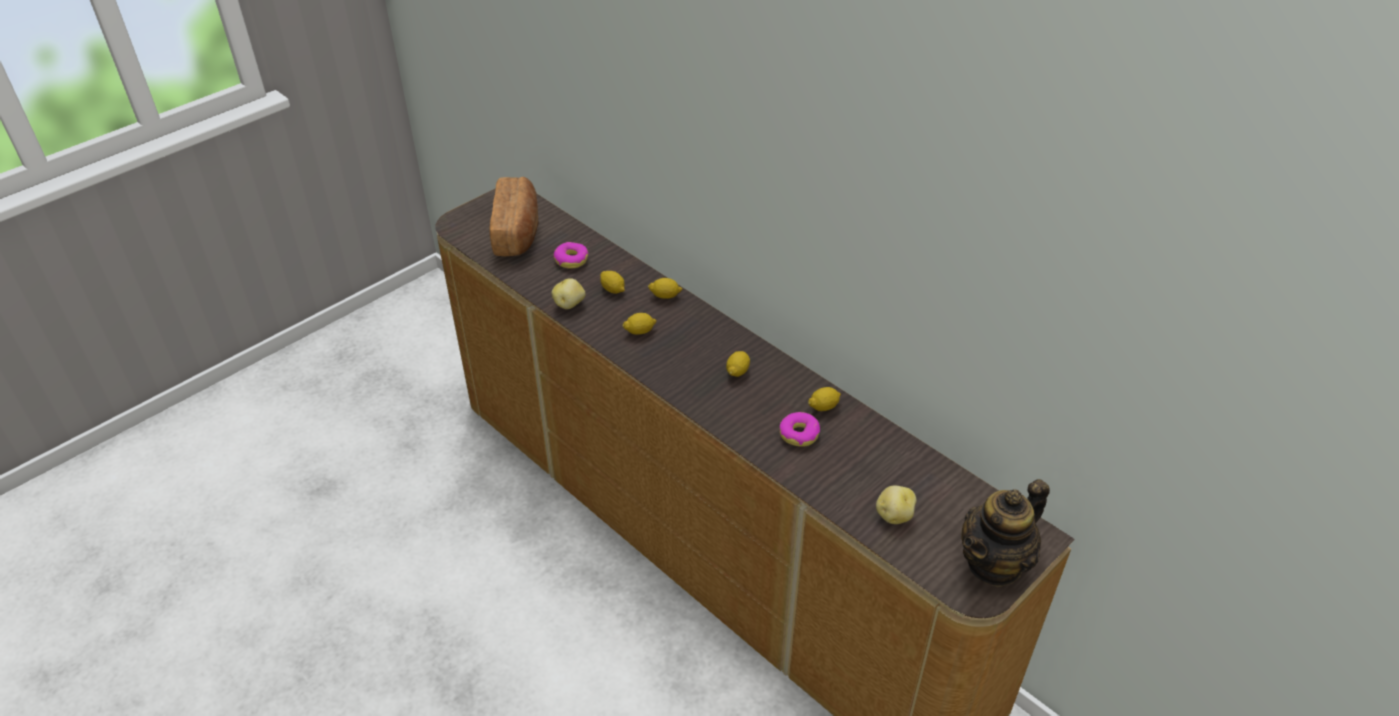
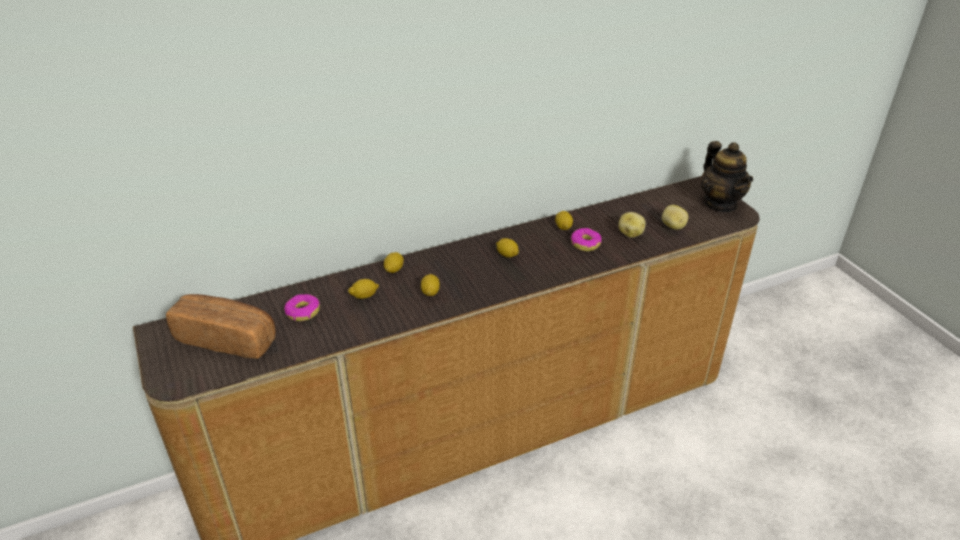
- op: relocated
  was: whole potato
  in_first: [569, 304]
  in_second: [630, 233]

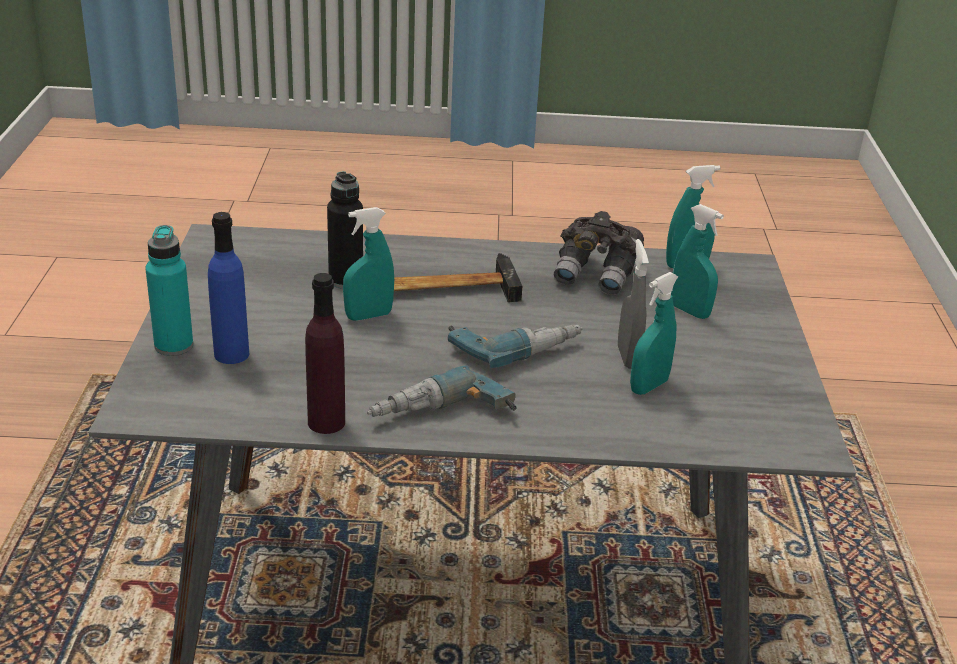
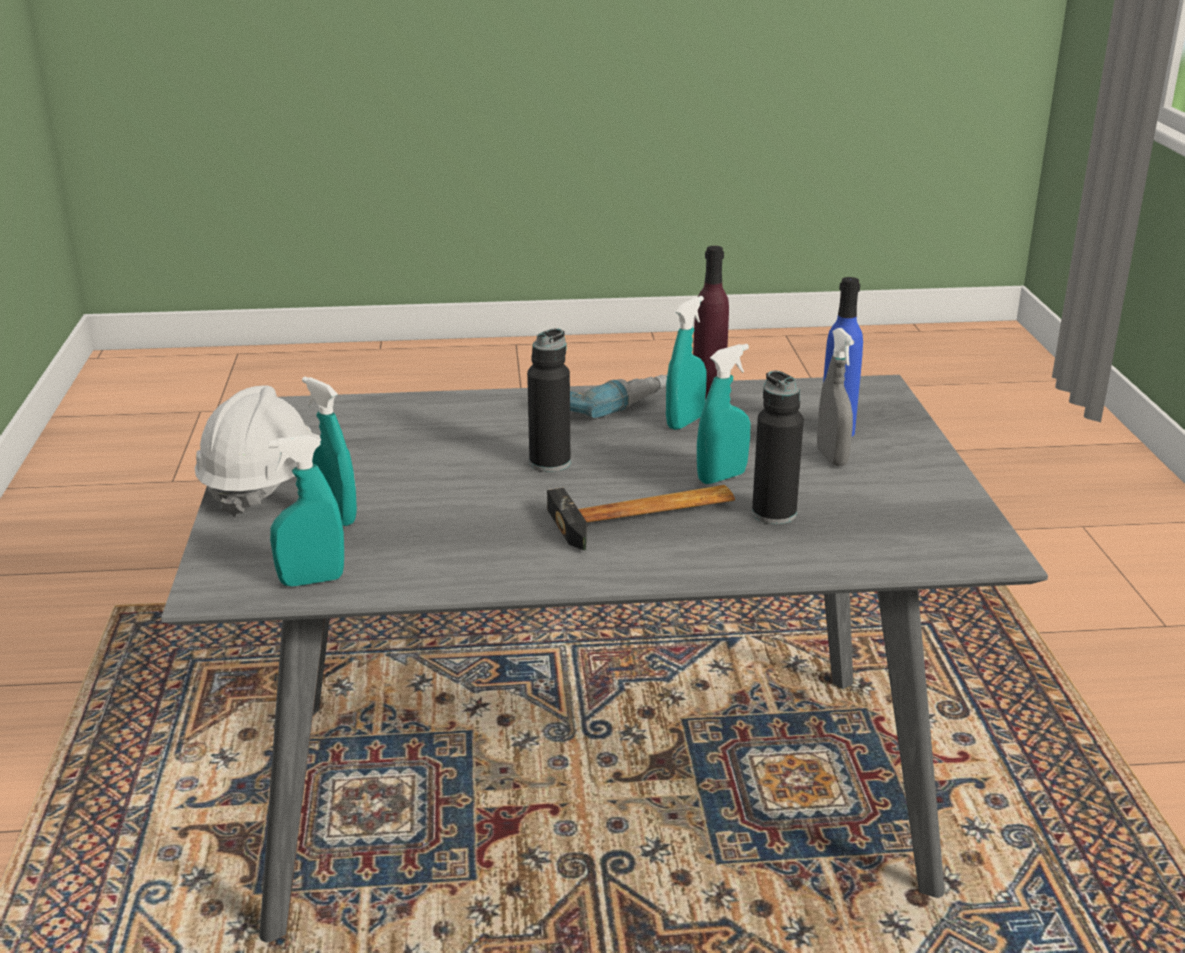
- op: missing
  was: bottle/turquoise
  in_first: [174, 346]
- op: exchanged
  was: power drill
  now: bottle/blackish
  in_first: [514, 345]
  in_second: [550, 463]
- op: missing
  was: field glasses/greyish
  in_first: [597, 274]
- op: relocated
  was: spray bottle/greyish
  in_first: [628, 357]
  in_second: [832, 457]
- op: relocated
  was: spray bottle/turquoise
  in_first: [649, 386]
  in_second: [685, 422]
- op: appeared
  now: safety helmet/whitish
  in_second: [262, 485]

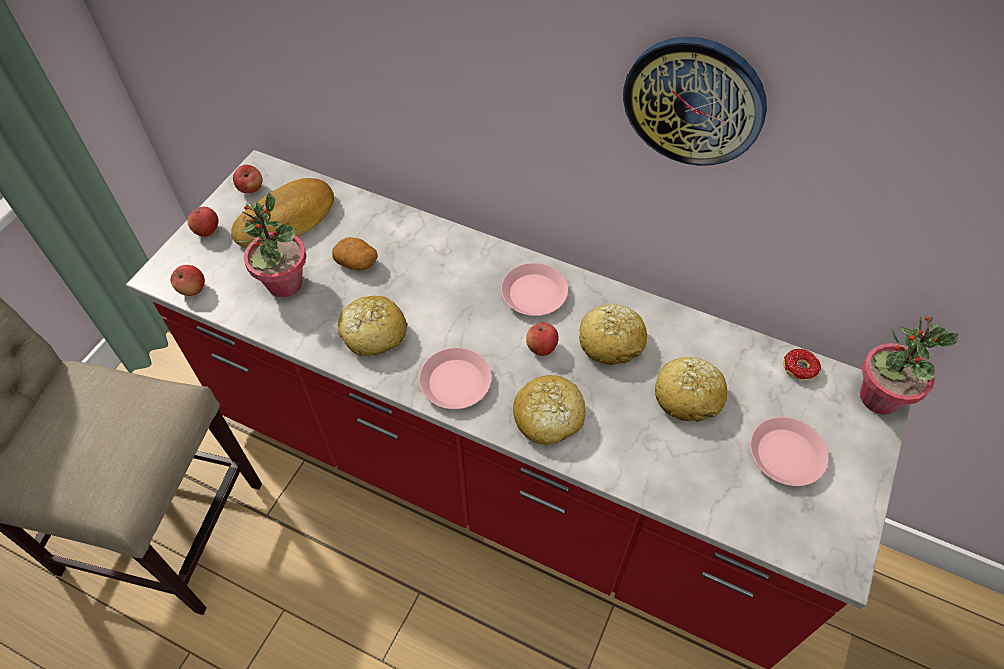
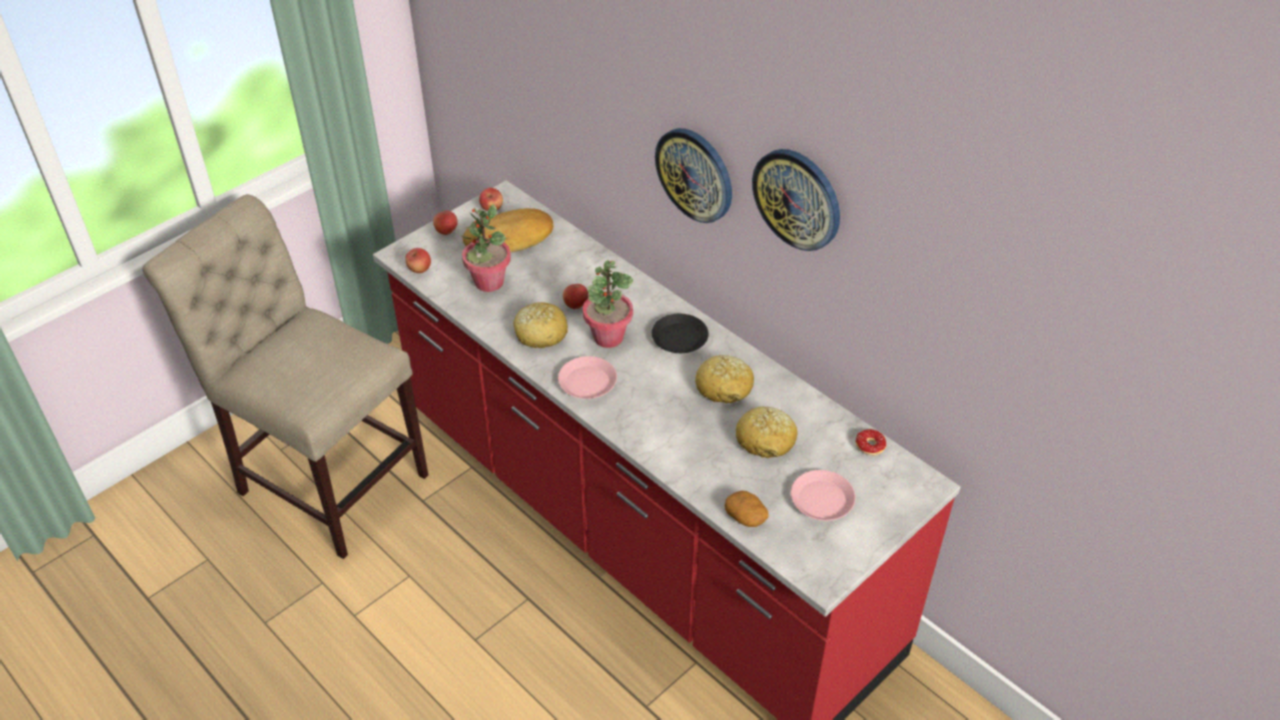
- op: relocated
  was: whole potato
  in_first: [357, 262]
  in_second: [746, 517]
- op: colour
  was: dinner plate/pinkish
  now: dinner plate/blackish
  in_first: [534, 294]
  in_second: [680, 338]
- op: missing
  was: bakery bread
  in_first: [548, 417]
- op: relocated
  was: apple
  in_first: [541, 347]
  in_second: [576, 305]
- op: relocated
  was: potted plant
  in_first: [878, 397]
  in_second: [608, 337]
- op: appeared
  now: wall clock
  in_second: [695, 174]

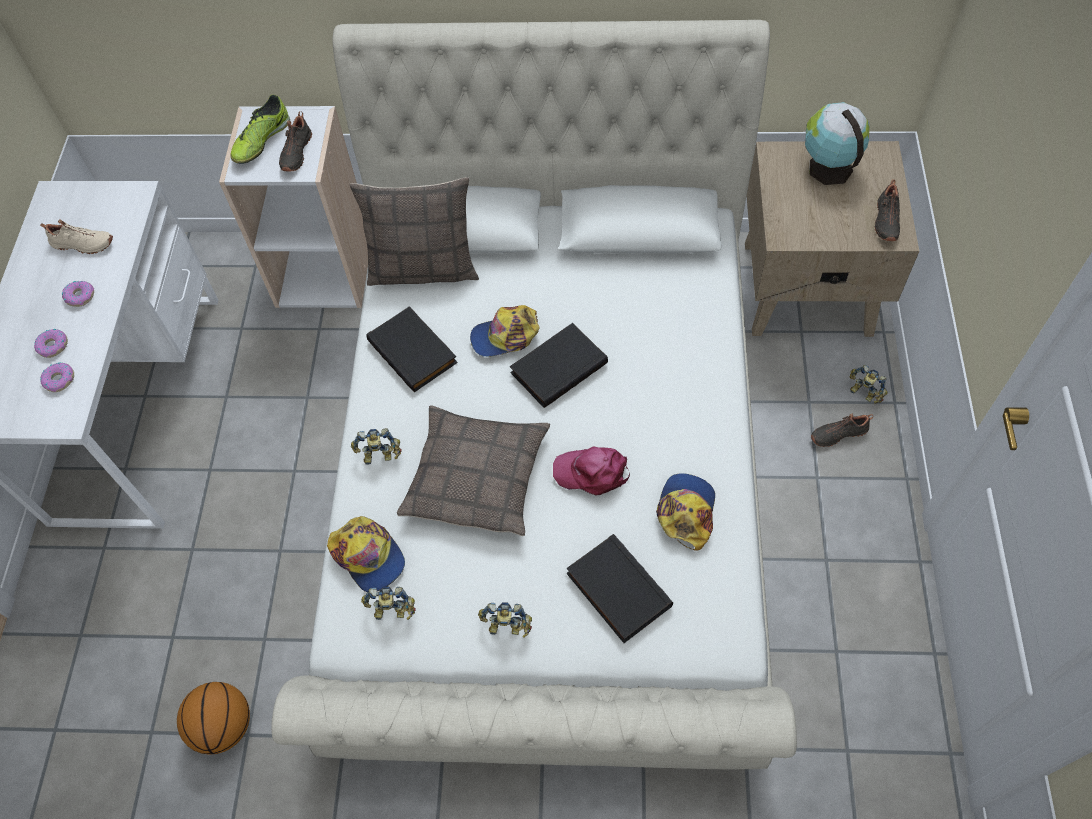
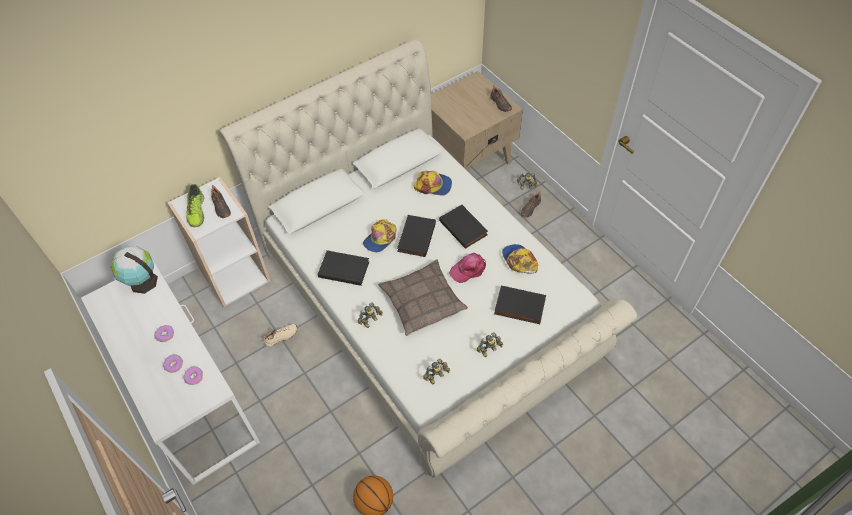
- op: relocated
  was: item of footwear/beige
  in_first: [82, 245]
  in_second: [282, 337]
- op: relocated
  was: baseball cap
  in_first: [368, 556]
  in_second: [433, 185]
- op: missing
  was: throw pillow
  in_first: [424, 268]
- op: relocated
  was: desk globe
  in_first: [828, 167]
  in_second: [142, 281]
- op: appeared
  now: bound book/blackish
  in_second: [464, 228]

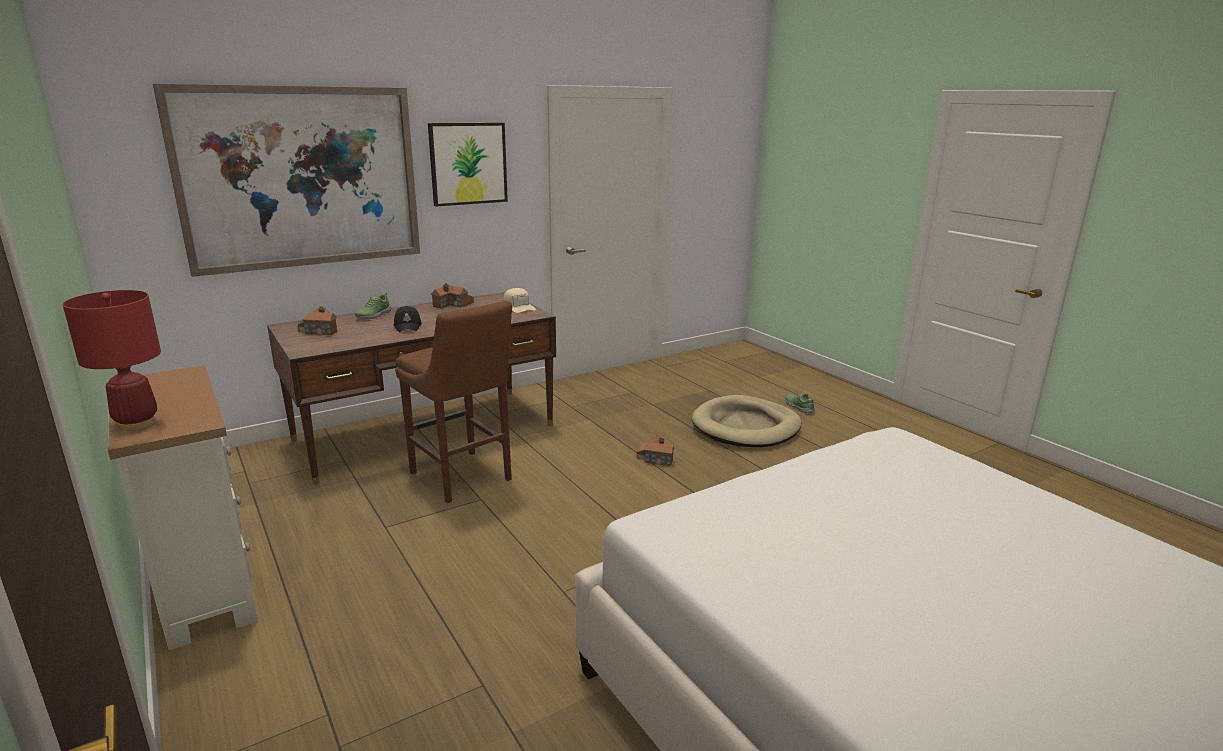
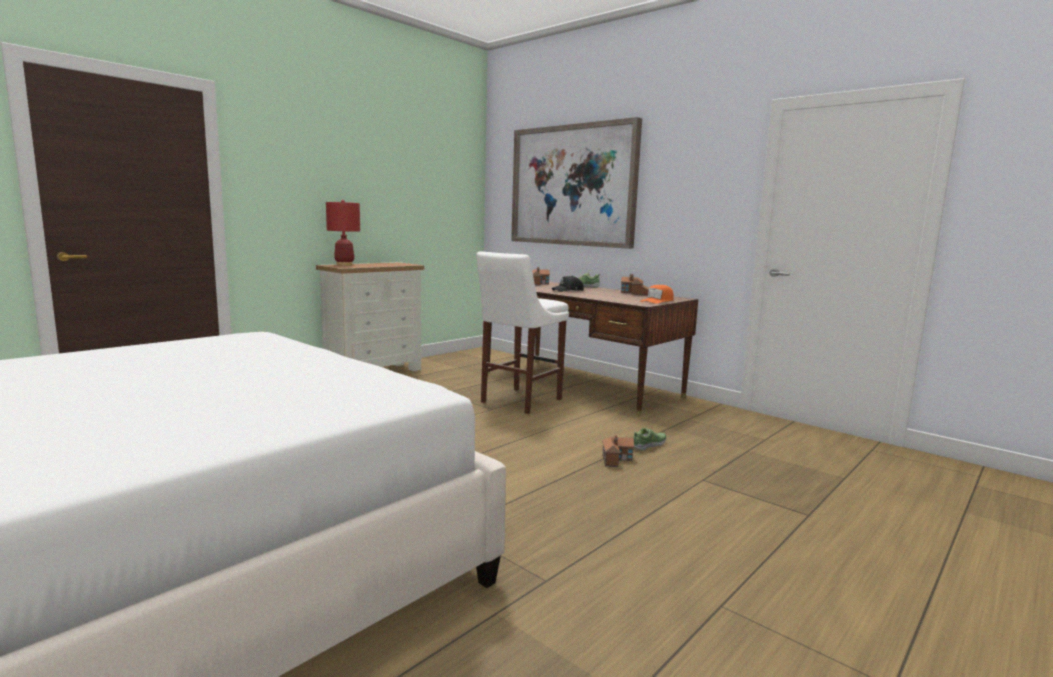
- op: colour
  was: stool/brown
  now: stool/whitish
  in_first: [462, 478]
  in_second: [518, 401]
- op: missing
  was: wall art
  in_first: [468, 163]
- op: colour
  was: baseball cap/beige
  now: baseball cap/orangey
  in_first: [519, 307]
  in_second: [657, 301]
- op: missing
  was: pet bed/beige
  in_first: [746, 427]
- op: relocated
  was: item of footwear
  in_first: [799, 407]
  in_second: [648, 445]

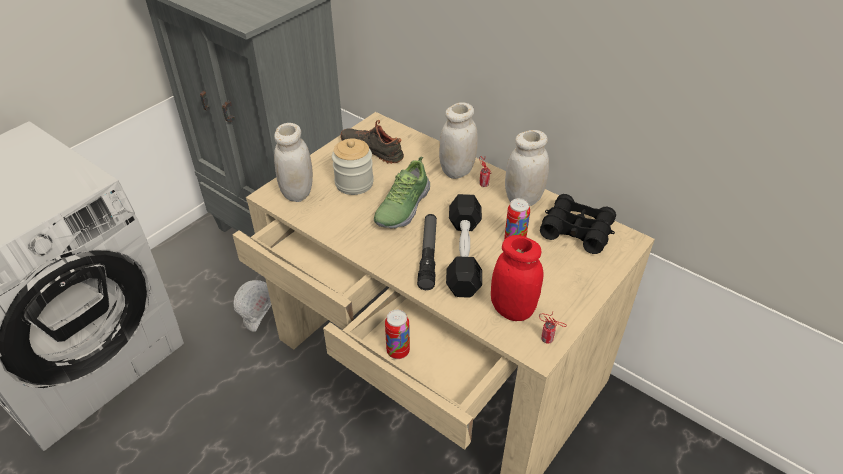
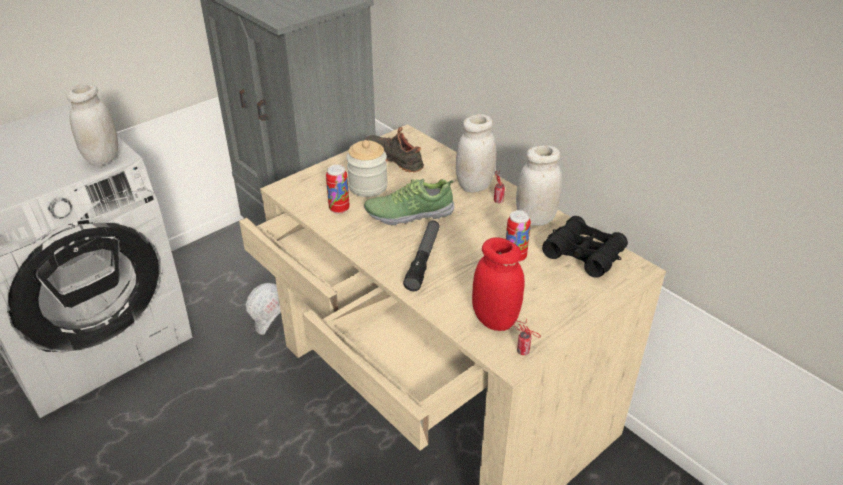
- op: relocated
  was: storage jar/whitish
  in_first: [297, 193]
  in_second: [103, 158]
- op: spun
  was: item of footwear
  in_first: [402, 207]
  in_second: [409, 213]
  clockwise: 45
- op: relocated
  was: metal can
  in_first: [398, 351]
  in_second: [339, 209]
- op: missing
  was: free weight/blackish
  in_first: [464, 254]

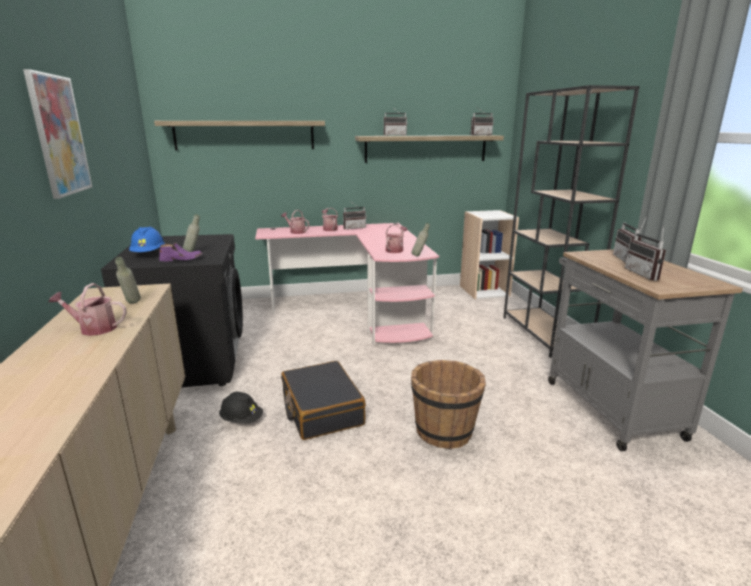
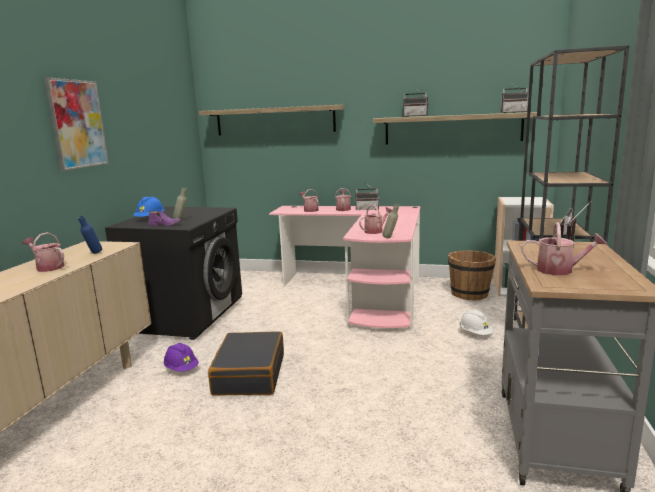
- op: colour
  was: bottle/greyish
  now: bottle/blue
  in_first: [132, 304]
  in_second: [93, 254]
- op: colour
  was: safety helmet/blackish
  now: safety helmet/purple
  in_first: [241, 420]
  in_second: [181, 369]
- op: relocated
  was: bucket/brown
  in_first: [444, 431]
  in_second: [470, 294]
- op: exchanged
  was: radio receiver
  now: sprinkling can
  in_first: [646, 275]
  in_second: [560, 270]
- op: appeared
  now: safety helmet/whitish
  in_second: [475, 333]

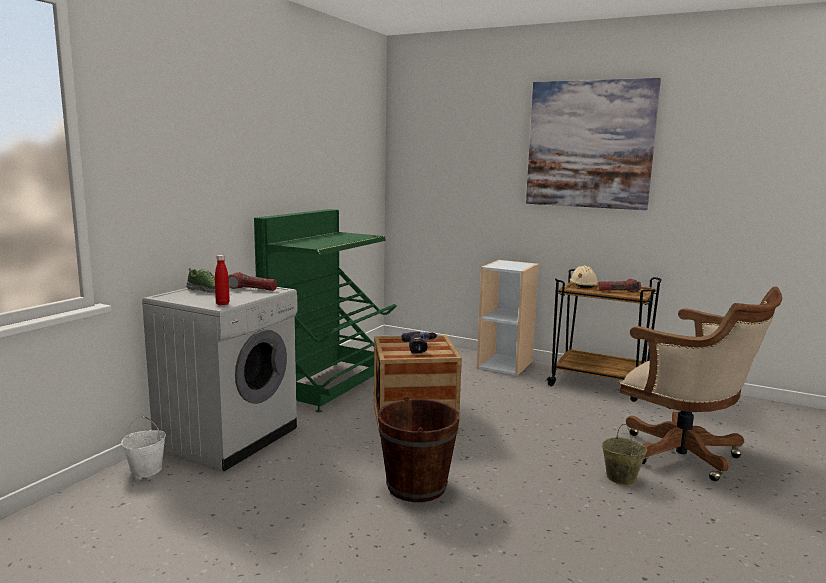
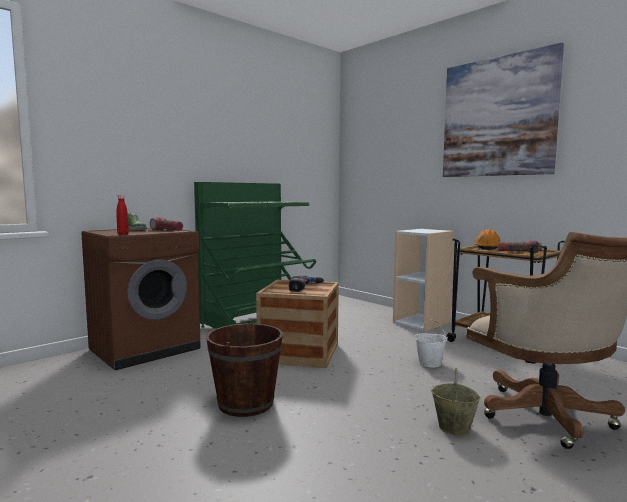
- op: relocated
  was: bucket/whitish
  in_first: [147, 470]
  in_second: [430, 363]
- op: colour
  was: washing machine/whitish
  now: washing machine/brown
  in_first: [230, 438]
  in_second: [146, 349]
- op: colour
  was: safety helmet/beige
  now: safety helmet/orangey
  in_first: [583, 285]
  in_second: [487, 248]

